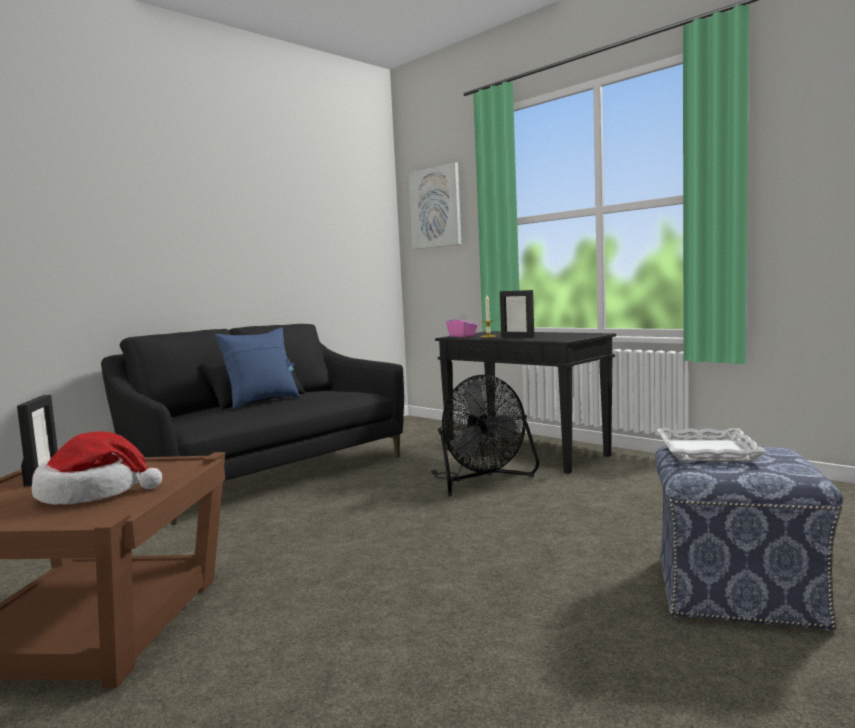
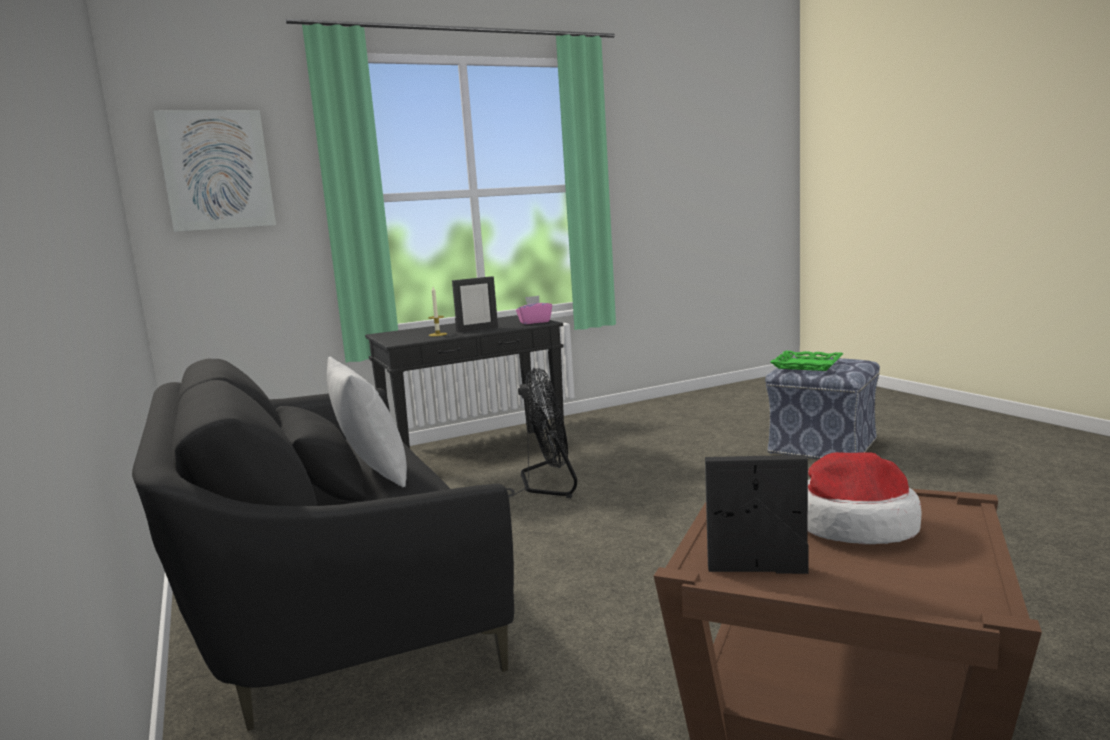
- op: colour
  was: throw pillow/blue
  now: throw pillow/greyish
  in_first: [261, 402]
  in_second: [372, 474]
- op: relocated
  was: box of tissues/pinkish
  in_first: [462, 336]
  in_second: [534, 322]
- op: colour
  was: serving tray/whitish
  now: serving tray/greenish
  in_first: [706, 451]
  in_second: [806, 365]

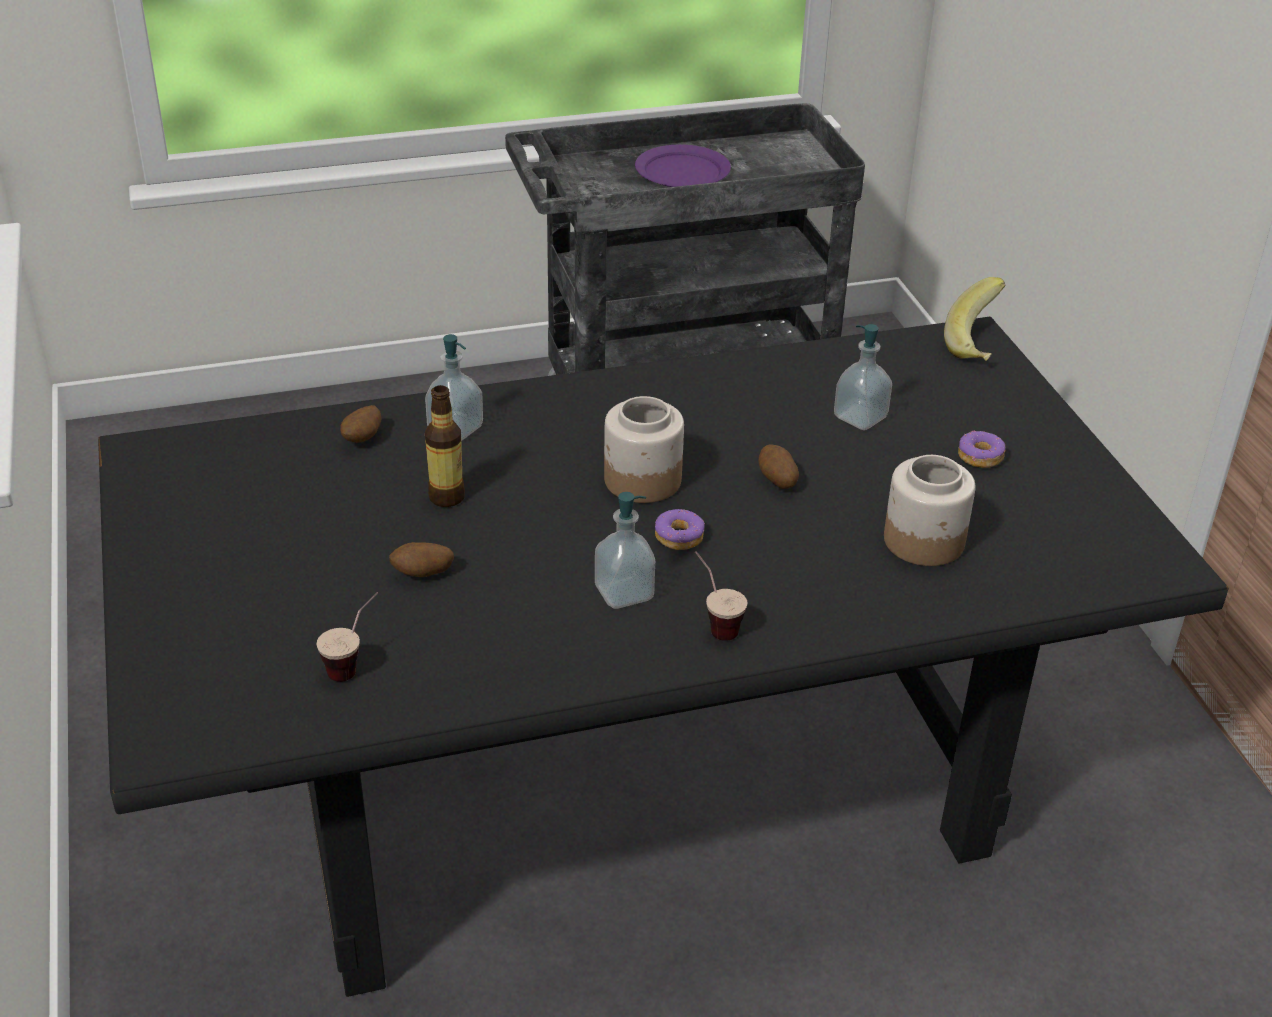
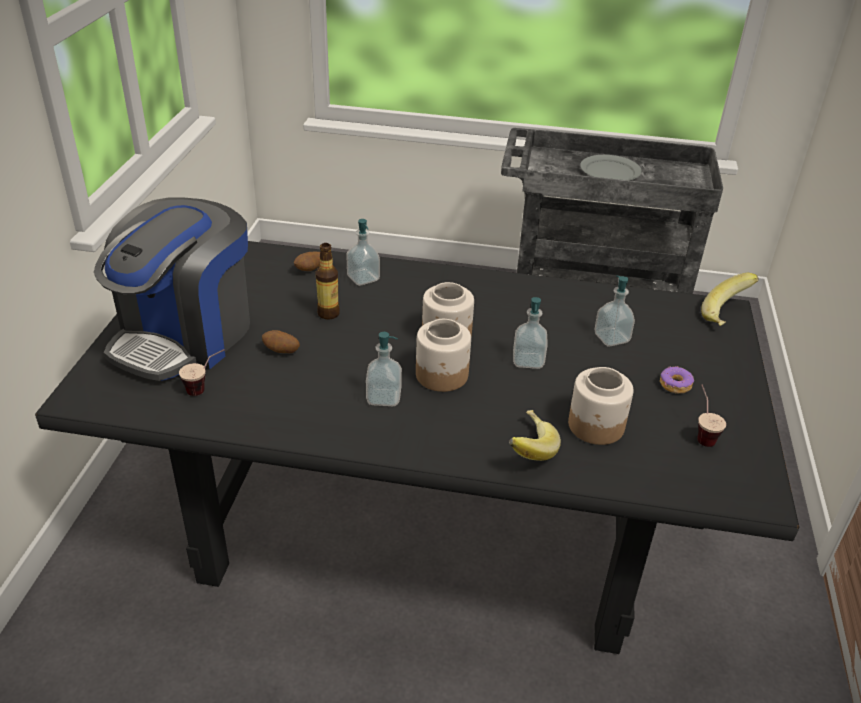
- op: colour
  was: dinner plate/purple
  now: dinner plate/greyish
  in_first: [683, 171]
  in_second: [610, 171]
- op: exchanged
  was: donut
  now: storage jar
  in_first: [679, 537]
  in_second: [442, 375]
- op: relocated
  was: cup
  in_first: [714, 623]
  in_second: [701, 433]
- op: exchanged
  was: whole potato
  now: soap dispenser
  in_first: [777, 481]
  in_second: [528, 360]
- op: appeared
  now: coffee brewer
  in_second: [185, 336]
- op: appeared
  now: banana fruit
  in_second: [527, 449]

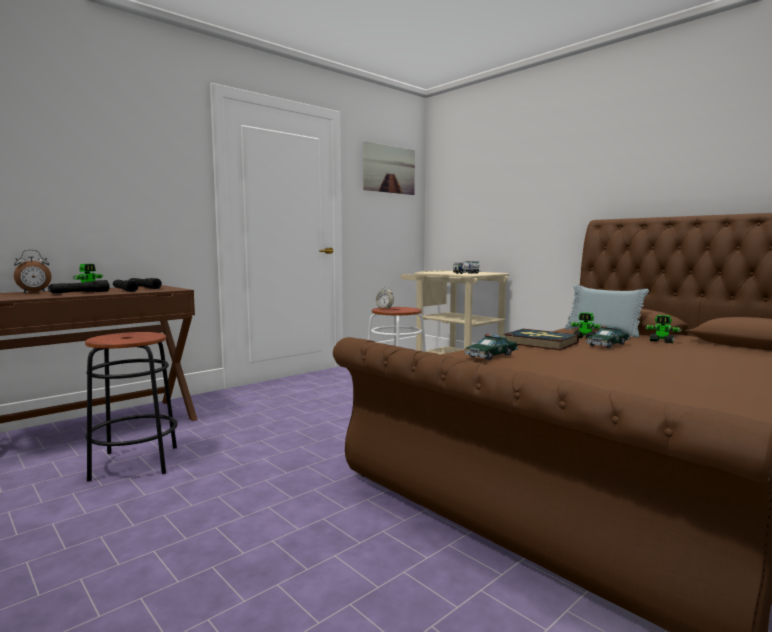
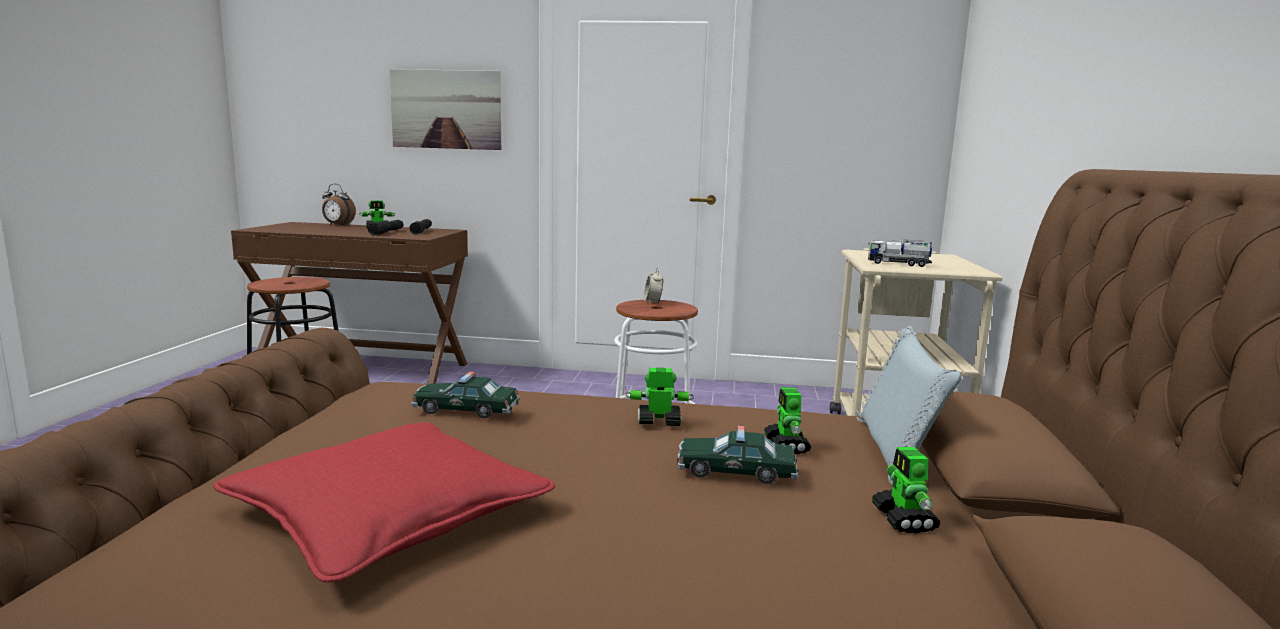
- op: missing
  was: hand torch/blackish
  in_first: [80, 293]
- op: relocated
  was: wall art
  in_first: [389, 169]
  in_second: [446, 109]
- op: exchanged
  was: bound book
  now: model robot
  in_first: [540, 342]
  in_second: [658, 422]
- op: appeared
  now: throw pillow/red-coloured
  in_second: [388, 513]

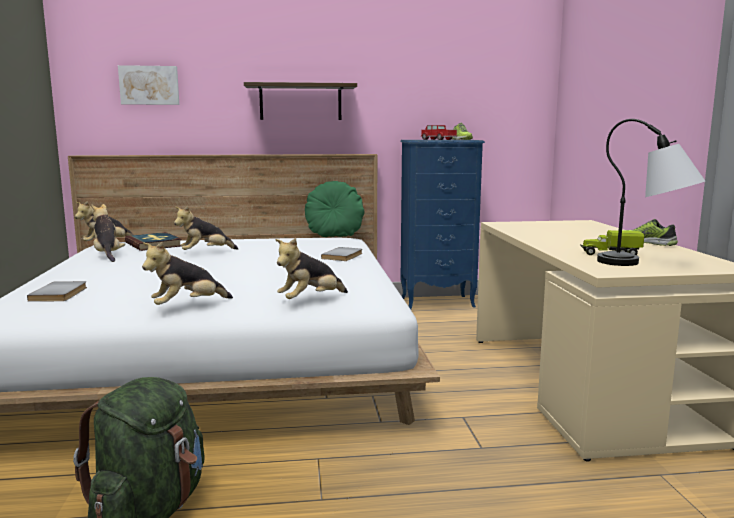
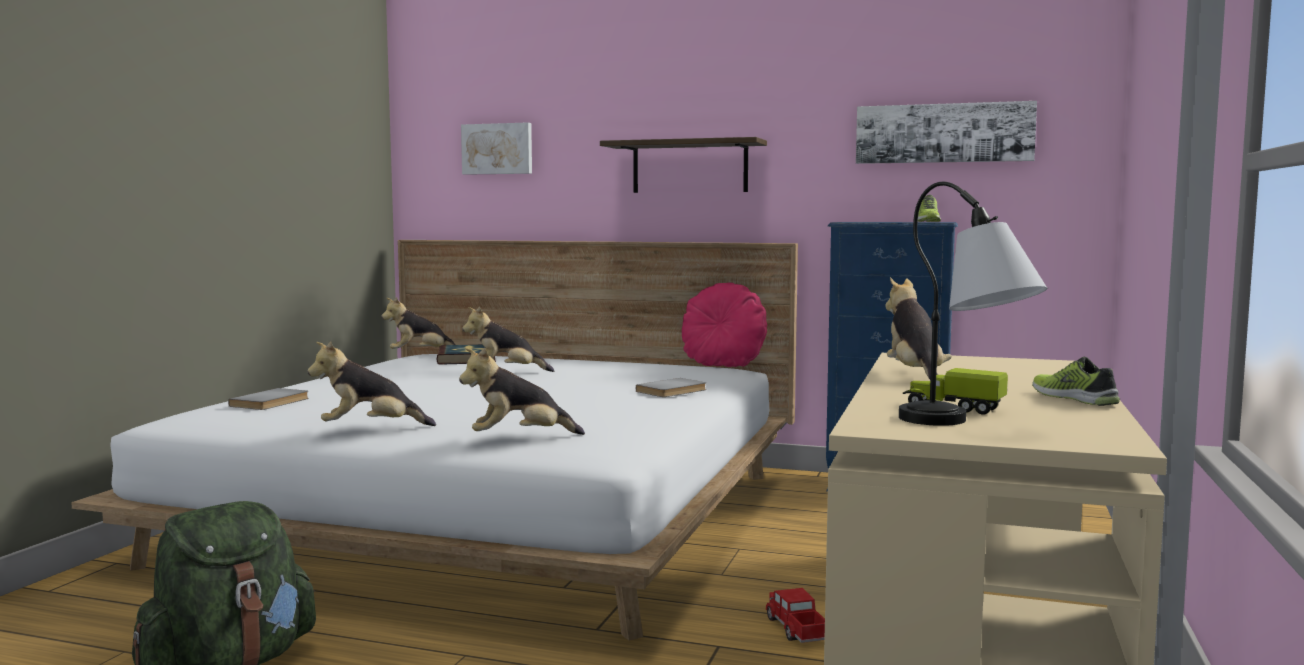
- op: relocated
  was: plush toy
  in_first: [107, 255]
  in_second: [915, 376]
- op: colour
  was: throw pillow/greenish
  now: throw pillow/pinkish
  in_first: [334, 236]
  in_second: [723, 366]
- op: relocated
  was: model truck
  in_first: [438, 139]
  in_second: [796, 629]
- op: appeared
  now: wall art
  in_second: [943, 133]

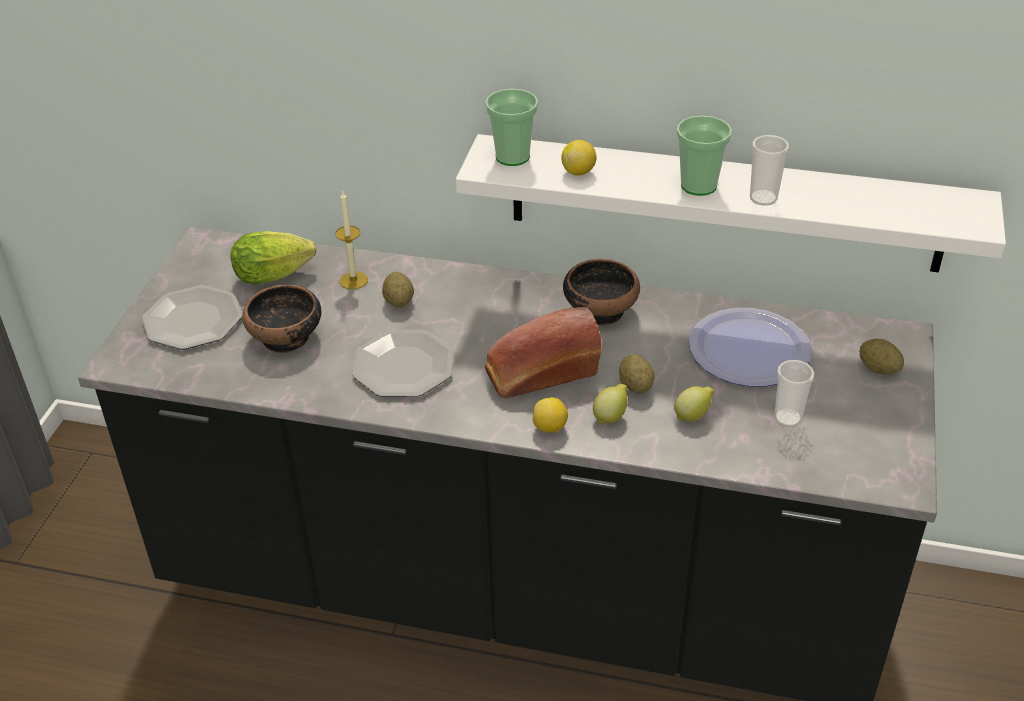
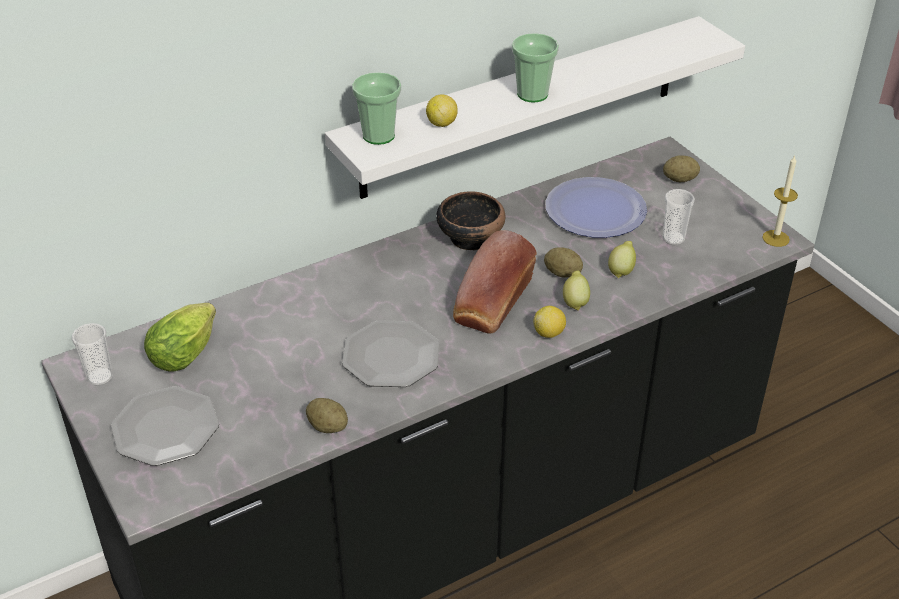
- op: missing
  was: serving bowl
  in_first: [286, 337]
- op: relocated
  was: candle
  in_first: [353, 280]
  in_second: [775, 238]
- op: relocated
  was: whole potato
  in_first: [399, 301]
  in_second: [327, 427]
- op: relocated
  was: cup
  in_first: [763, 198]
  in_second: [100, 377]

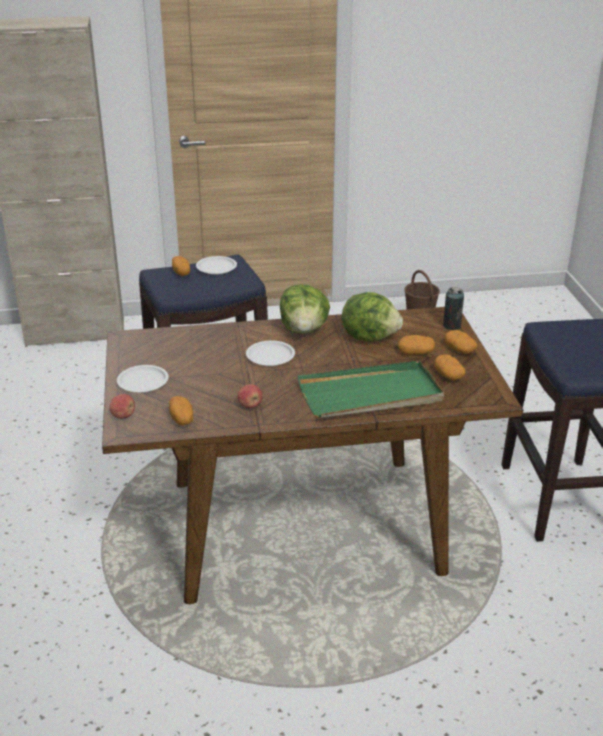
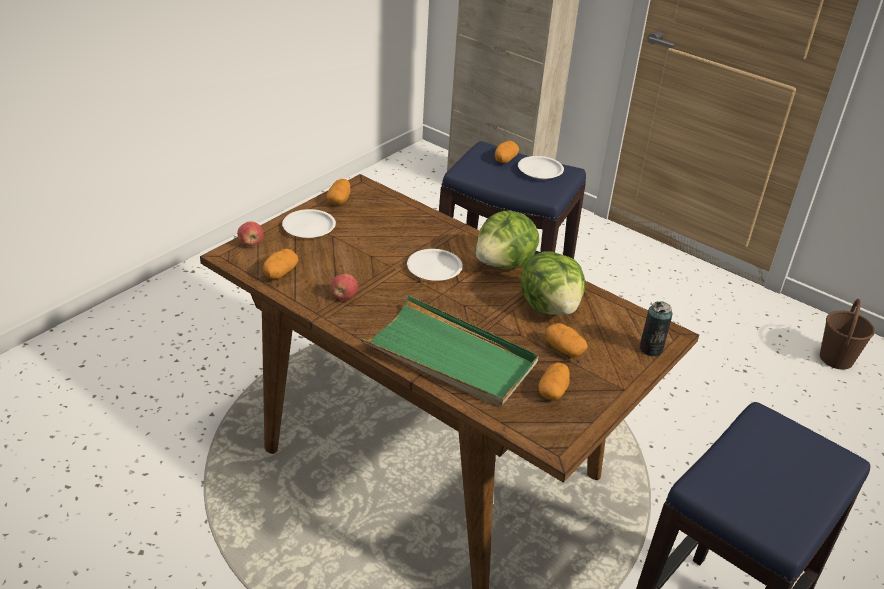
- op: relocated
  was: whole potato
  in_first: [459, 350]
  in_second: [339, 200]

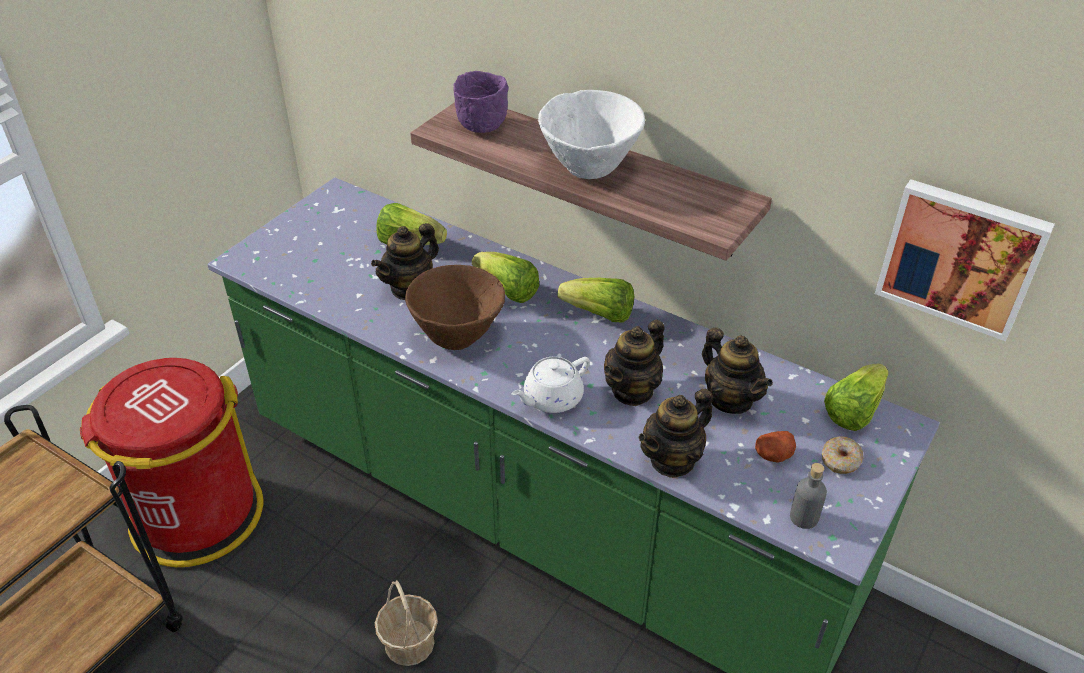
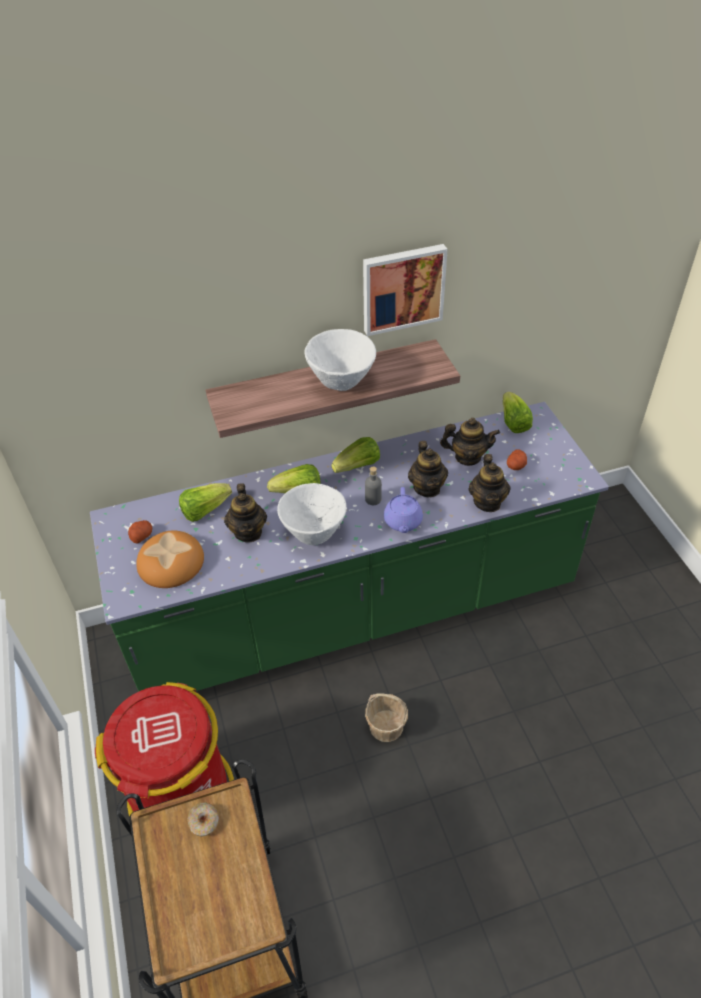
- op: colour
  was: serving bowl/brown
  now: serving bowl/whitish
  in_first: [458, 335]
  in_second: [314, 532]
- op: missing
  was: serving bowl/purple
  in_first: [483, 126]
- op: colour
  was: teapot/whitish
  now: teapot/purple
  in_first: [551, 398]
  in_second: [403, 522]
- op: relocated
  was: bottle/greyish
  in_first: [804, 517]
  in_second: [373, 499]
- op: relocated
  was: donut
  in_first: [840, 461]
  in_second: [204, 822]
- op: relocated
  was: wall art
  in_first: [961, 256]
  in_second: [402, 288]
- op: appeared
  now: whole potato
  in_second: [141, 536]
- op: appeared
  now: bakery bread
  in_second: [171, 562]

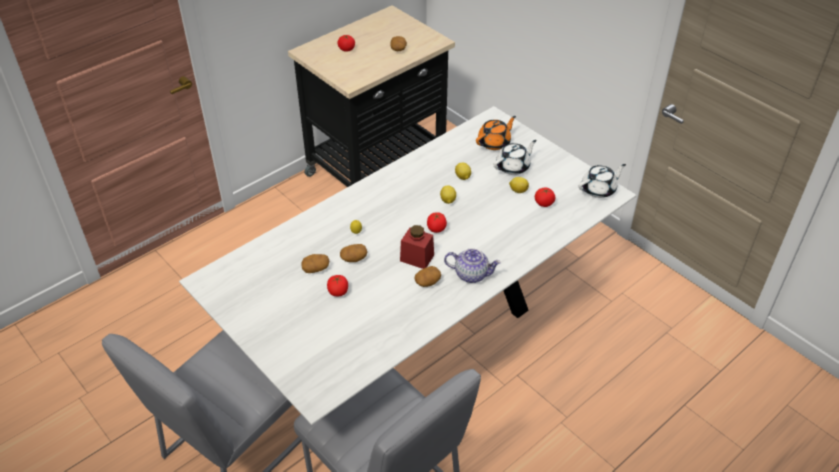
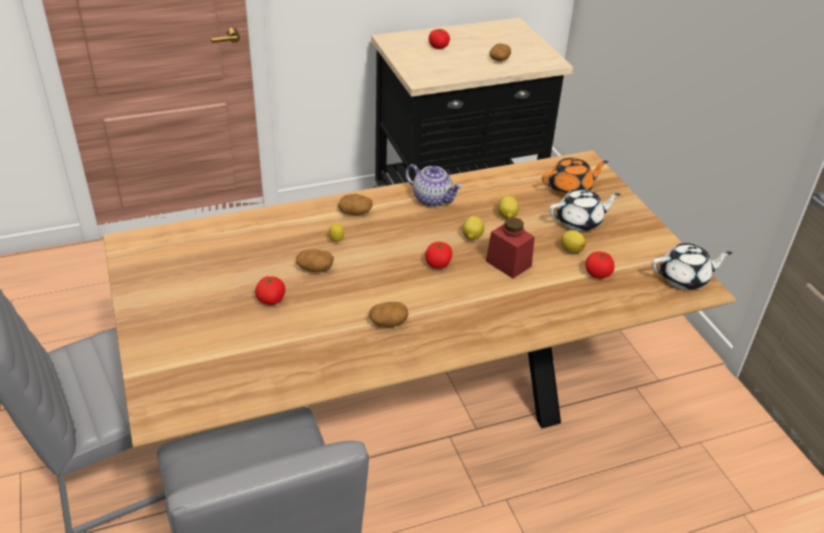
- op: colour
  was: dinner table/whitish
  now: dinner table/brown
  in_first: [419, 338]
  in_second: [405, 411]
- op: relocated
  was: whole potato
  in_first: [316, 268]
  in_second: [355, 212]
- op: relocated
  was: storage jar/red-coloured
  in_first: [417, 258]
  in_second: [508, 263]
- op: relocated
  was: teapot
  in_first: [471, 274]
  in_second: [432, 199]

